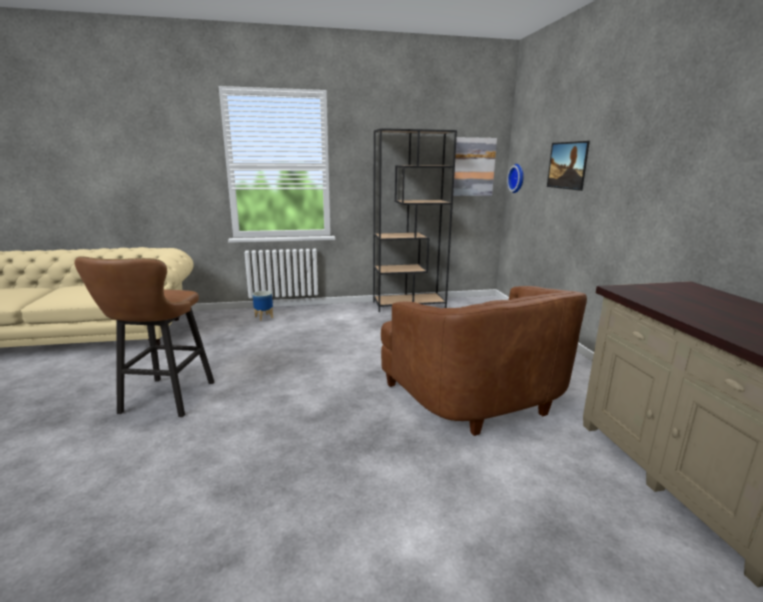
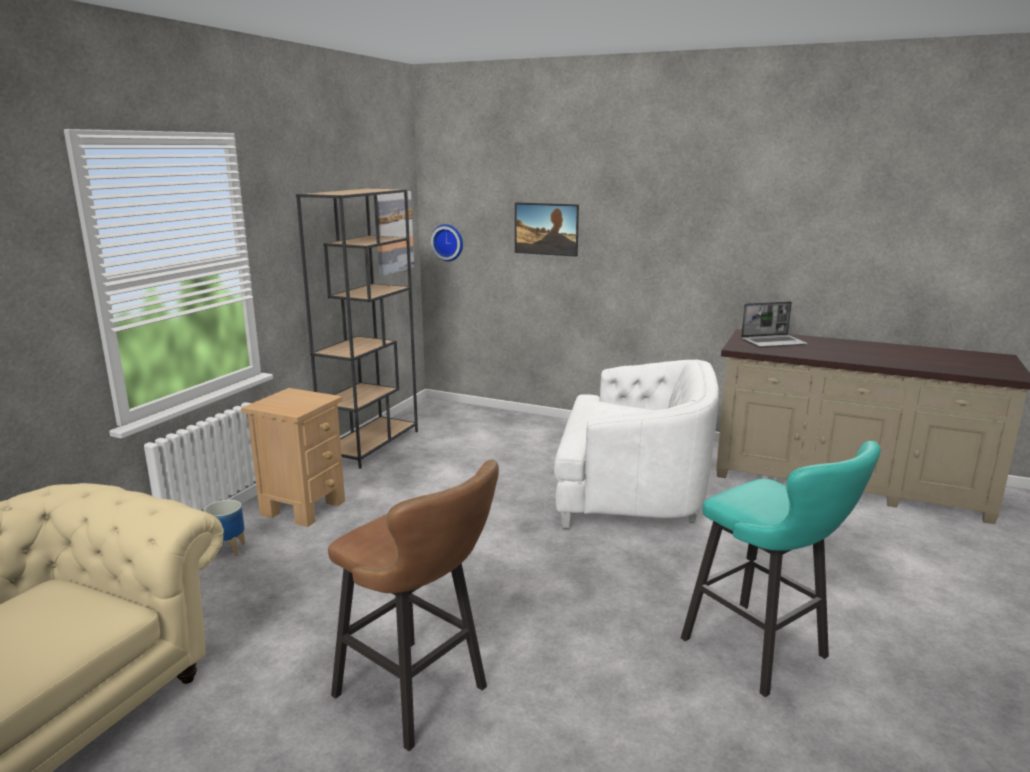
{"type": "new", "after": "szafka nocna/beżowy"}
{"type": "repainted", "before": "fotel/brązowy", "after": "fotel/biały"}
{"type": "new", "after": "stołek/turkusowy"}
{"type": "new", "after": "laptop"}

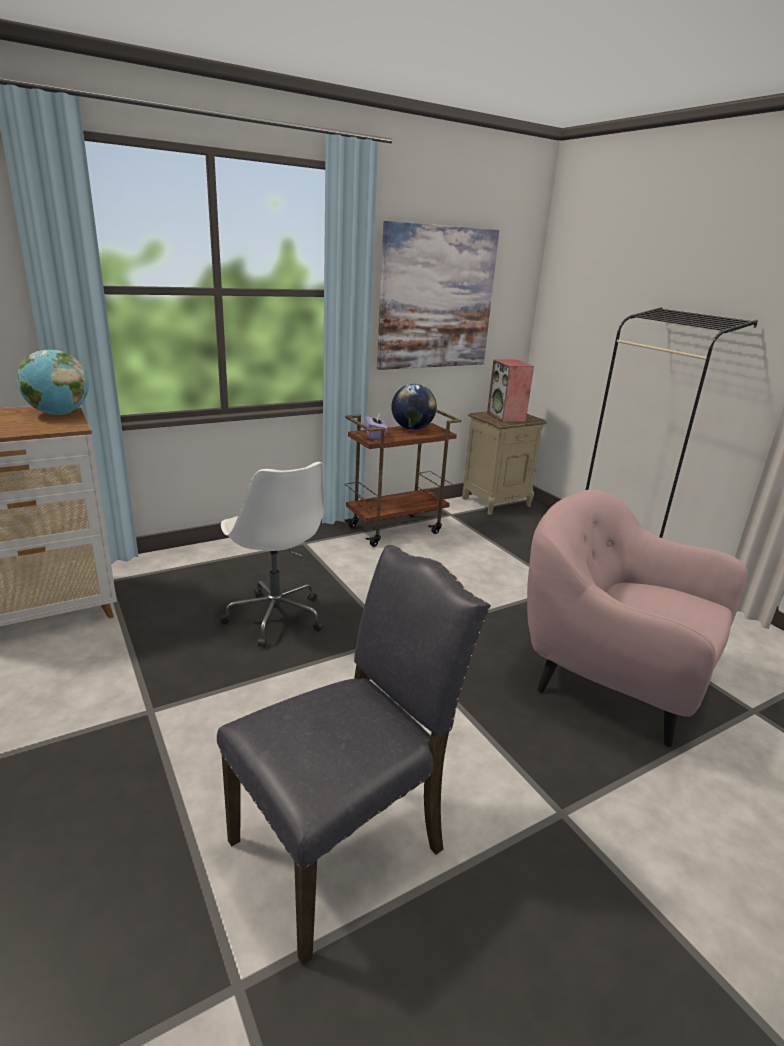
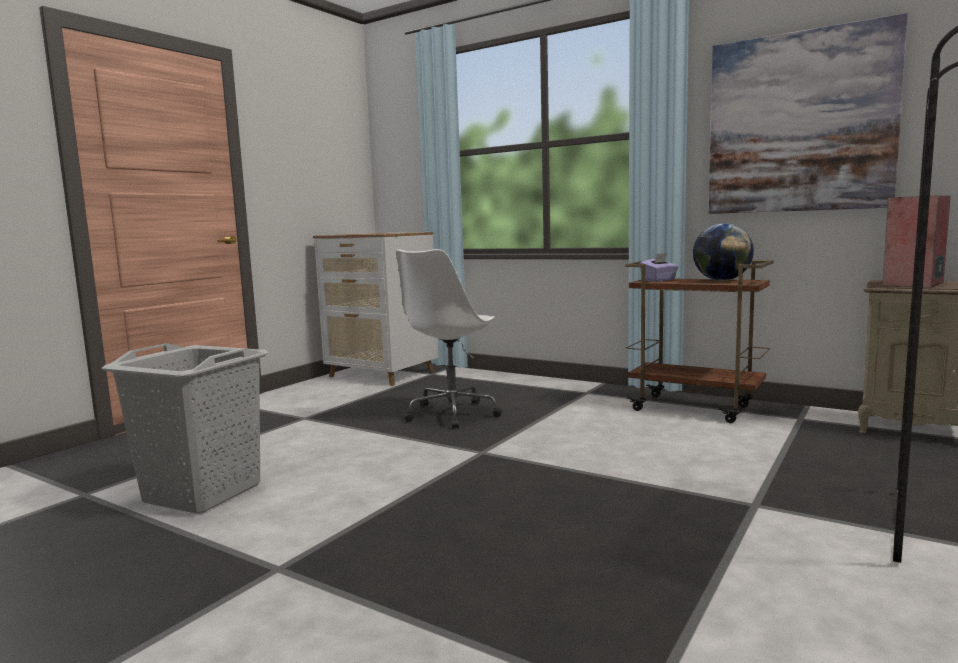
{"type": "swapped", "before": "krzesło/szary", "after": "kosz na pranie/szary"}
{"type": "gone", "before": "globus (no. 1 from left)"}
{"type": "gone", "before": "fotel/różowy"}

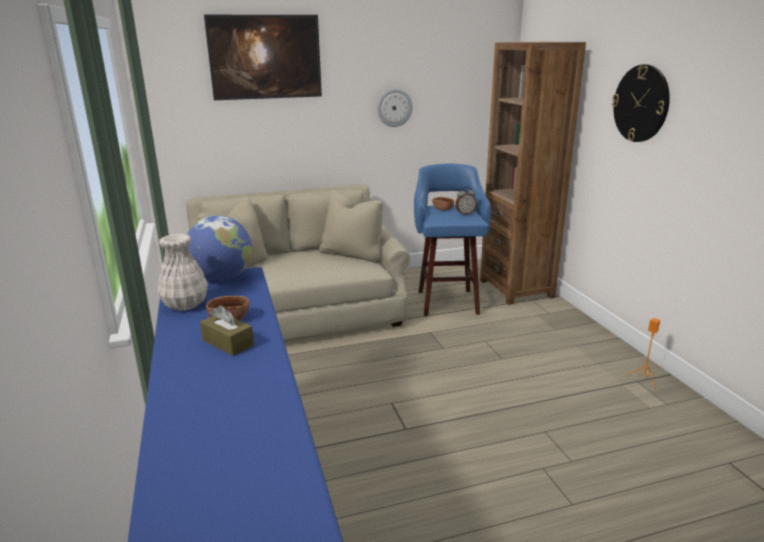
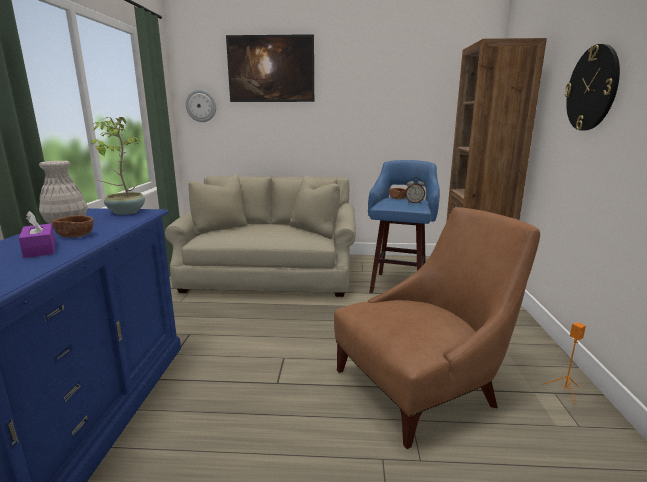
{"type": "repainted", "before": "pudełko chusteczek/brązowy", "after": "pudełko chusteczek/fioletowy"}
{"type": "swapped", "before": "globus", "after": "roślina doniczkowa"}
{"type": "shifted", "before": "zegar ścienny (no. 1 from left)"}
{"type": "new", "after": "fotel/brązowy"}

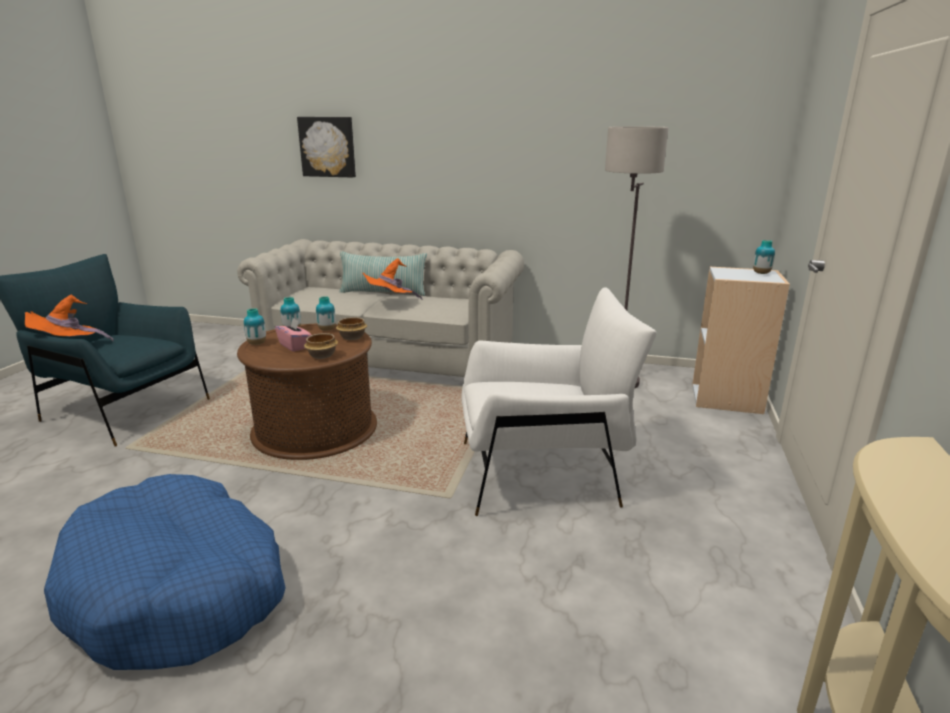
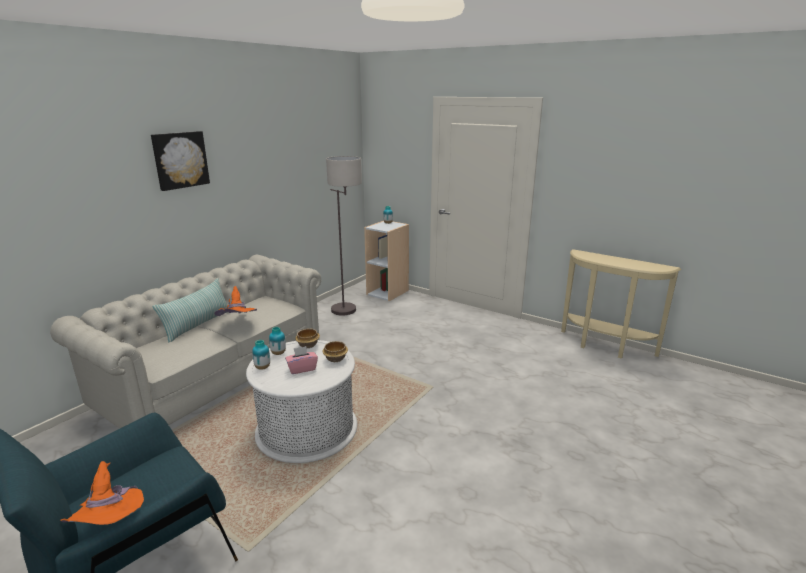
{"type": "shifted", "before": "obraz"}
{"type": "repainted", "before": "ława/brązowy", "after": "ława/biały"}
{"type": "gone", "before": "legowisko/niebieski"}
{"type": "gone", "before": "wazon (no. 1 from left)"}
{"type": "gone", "before": "fotel/biały"}

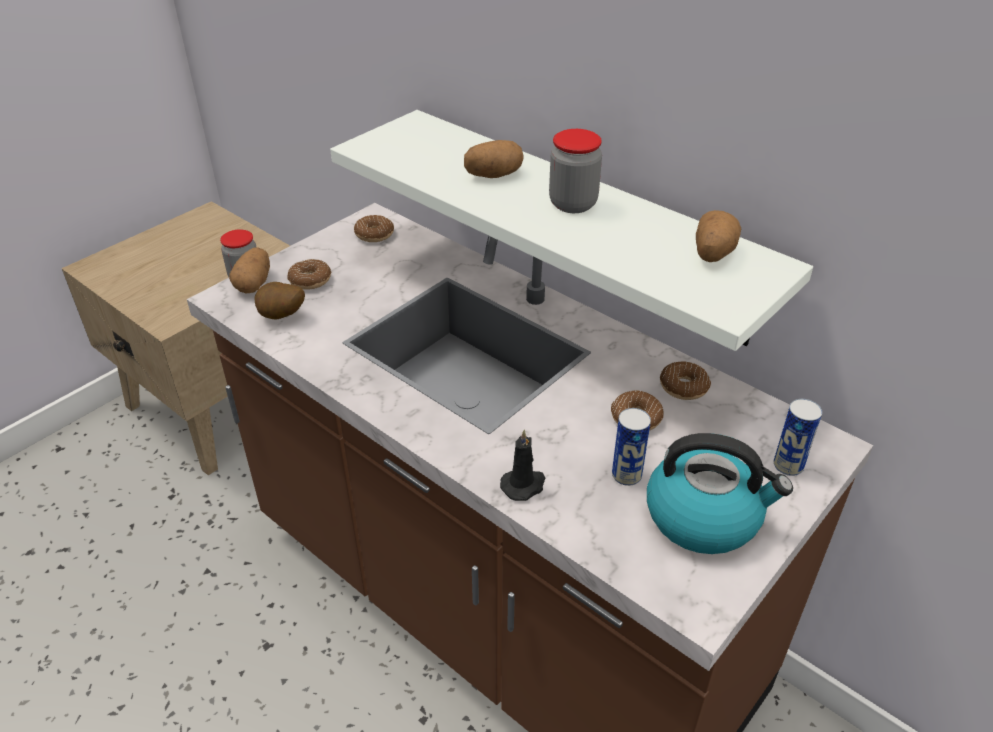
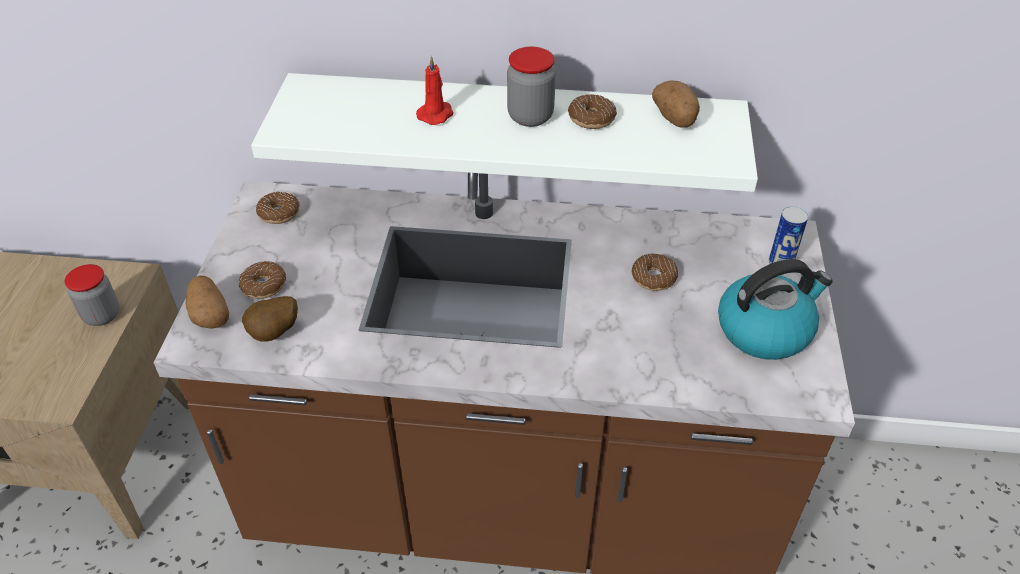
{"type": "swapped", "before": "ziemniak (no. 3 from left)", "after": "świeca/czerwony"}
{"type": "shifted", "before": "donut (no. 4 from left in the first image)", "after": "donut (no. 3 from left)"}
{"type": "gone", "before": "świeca/czarny"}
{"type": "gone", "before": "puszka (no. 1 from left)"}

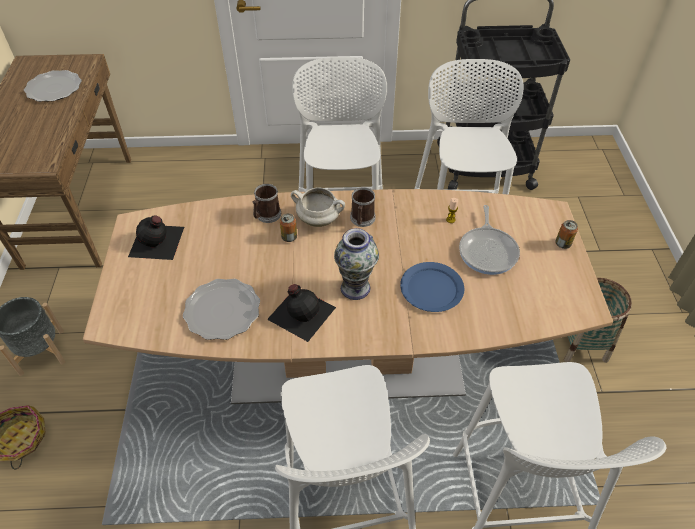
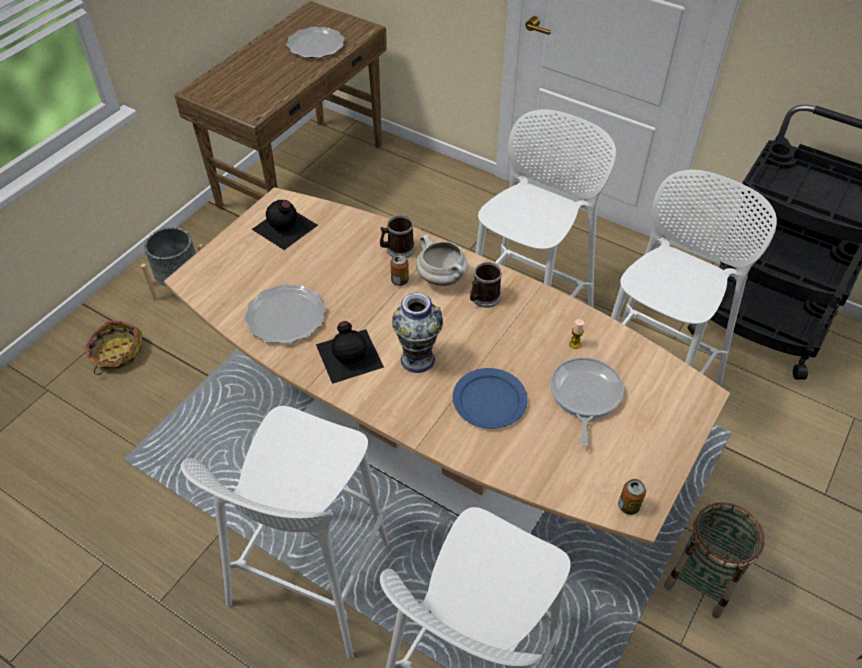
{"type": "rotated", "before": "patelnia", "turn": 150}
{"type": "shifted", "before": "puszka (no. 2 from left)"}

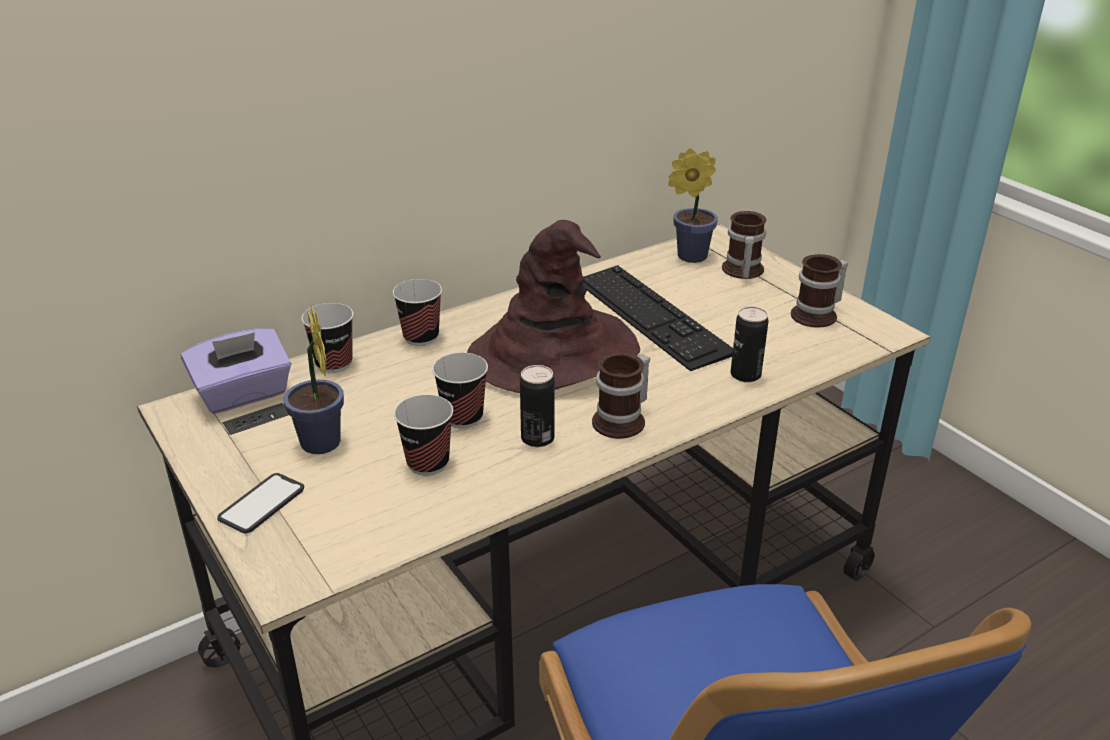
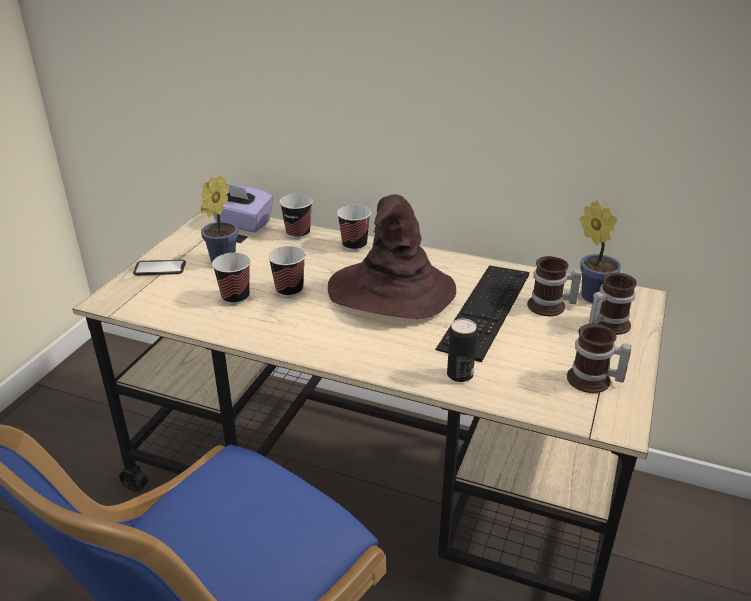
{"type": "shifted", "before": "kubek (no. 1 from left)"}
{"type": "gone", "before": "puszka (no. 1 from left)"}

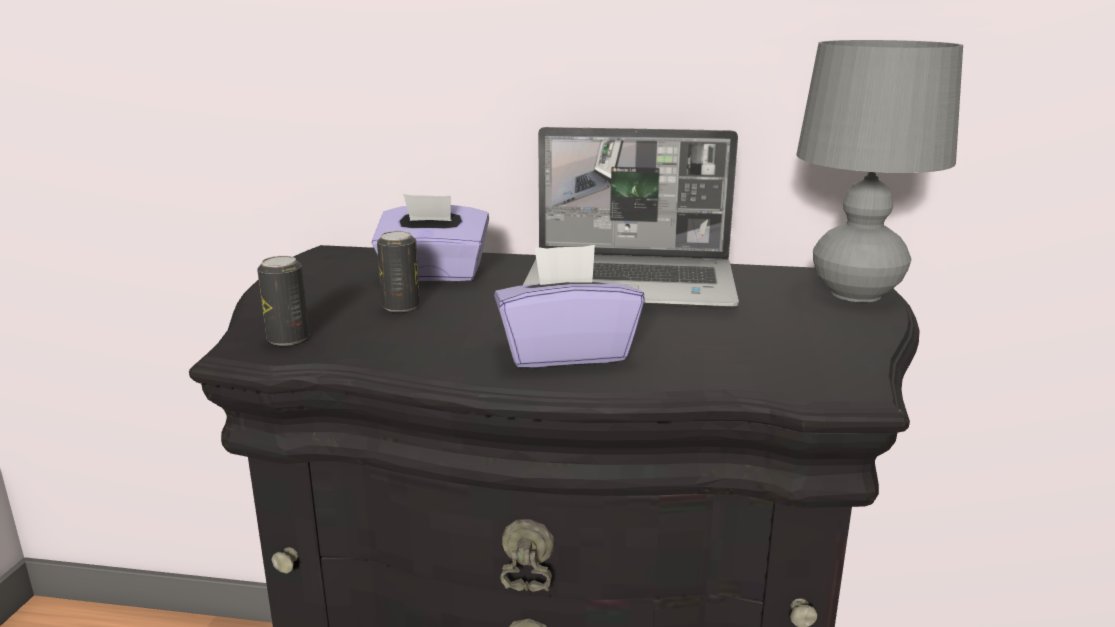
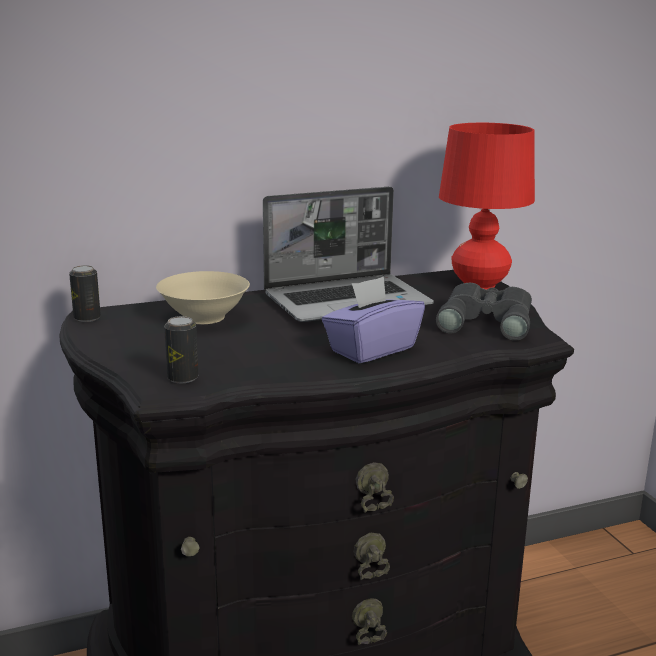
{"type": "shifted", "before": "puszka (no. 2 from left in the first image)", "after": "puszka (no. 1 from left)"}
{"type": "swapped", "before": "pudełko chusteczek/fioletowy (no. 1 from left)", "after": "miska/beżowy"}
{"type": "new", "after": "lornetka/szary"}
{"type": "repainted", "before": "lampa stołowa/szary", "after": "lampa stołowa/czerwony"}

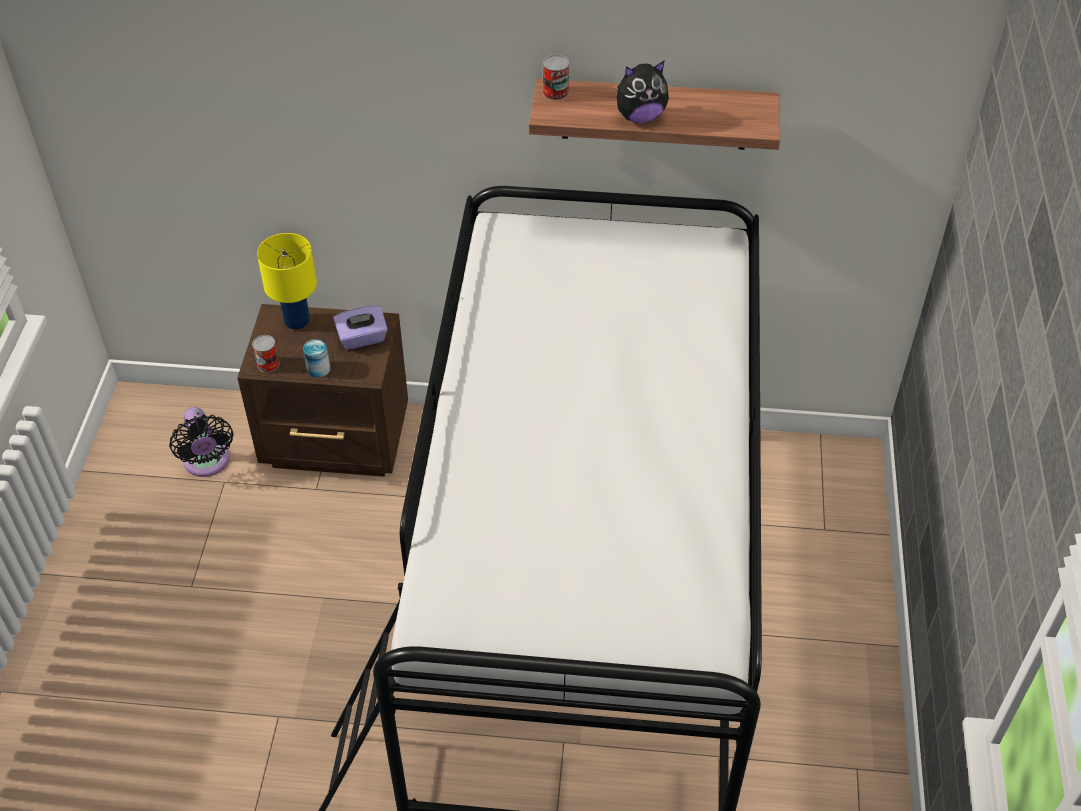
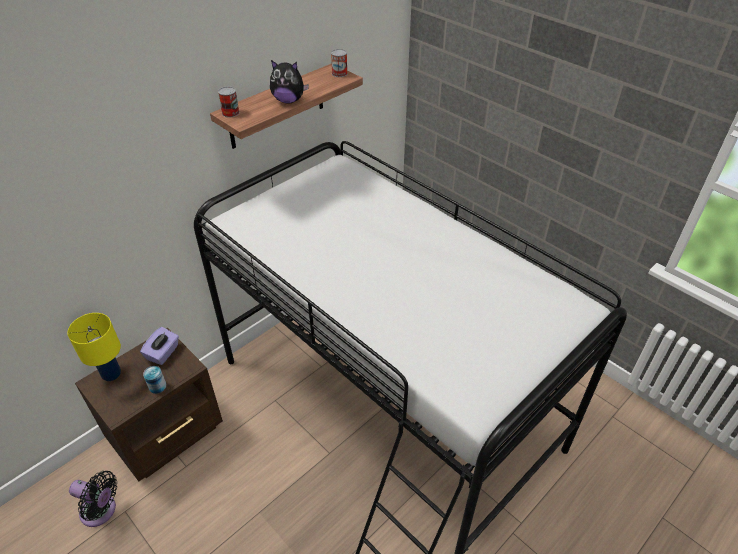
{"type": "rotated", "before": "pluszak", "turn": 75}
{"type": "shifted", "before": "puszka (no. 1 from left in the first image)", "after": "puszka (no. 3 from left)"}

